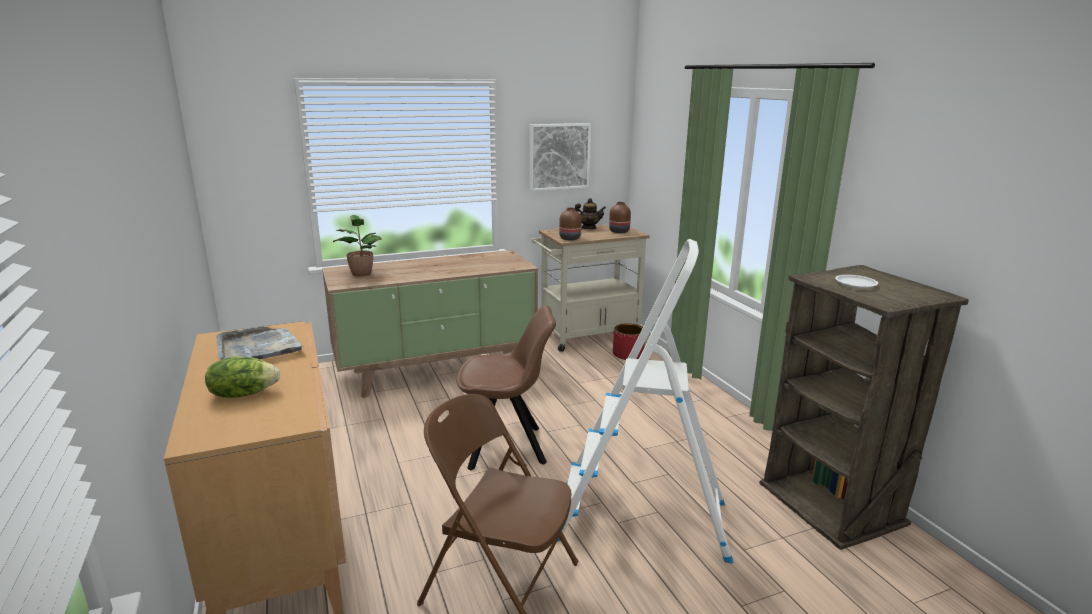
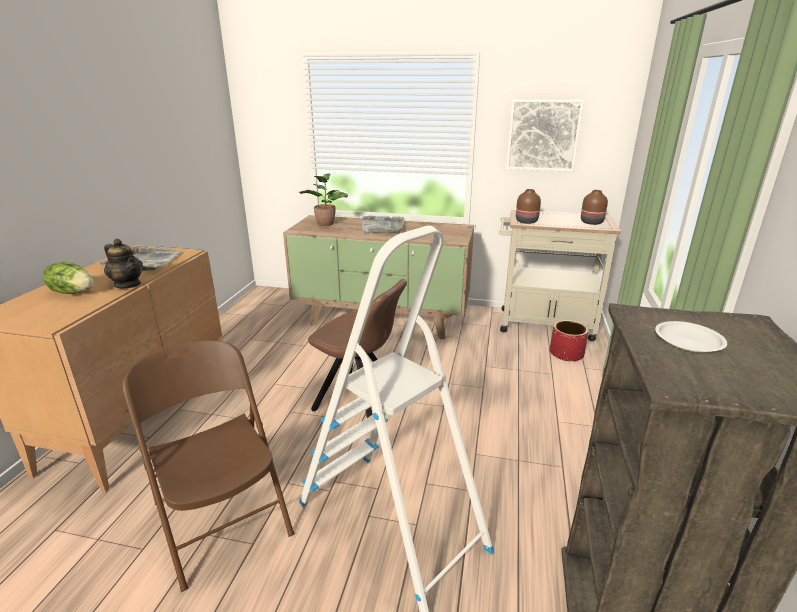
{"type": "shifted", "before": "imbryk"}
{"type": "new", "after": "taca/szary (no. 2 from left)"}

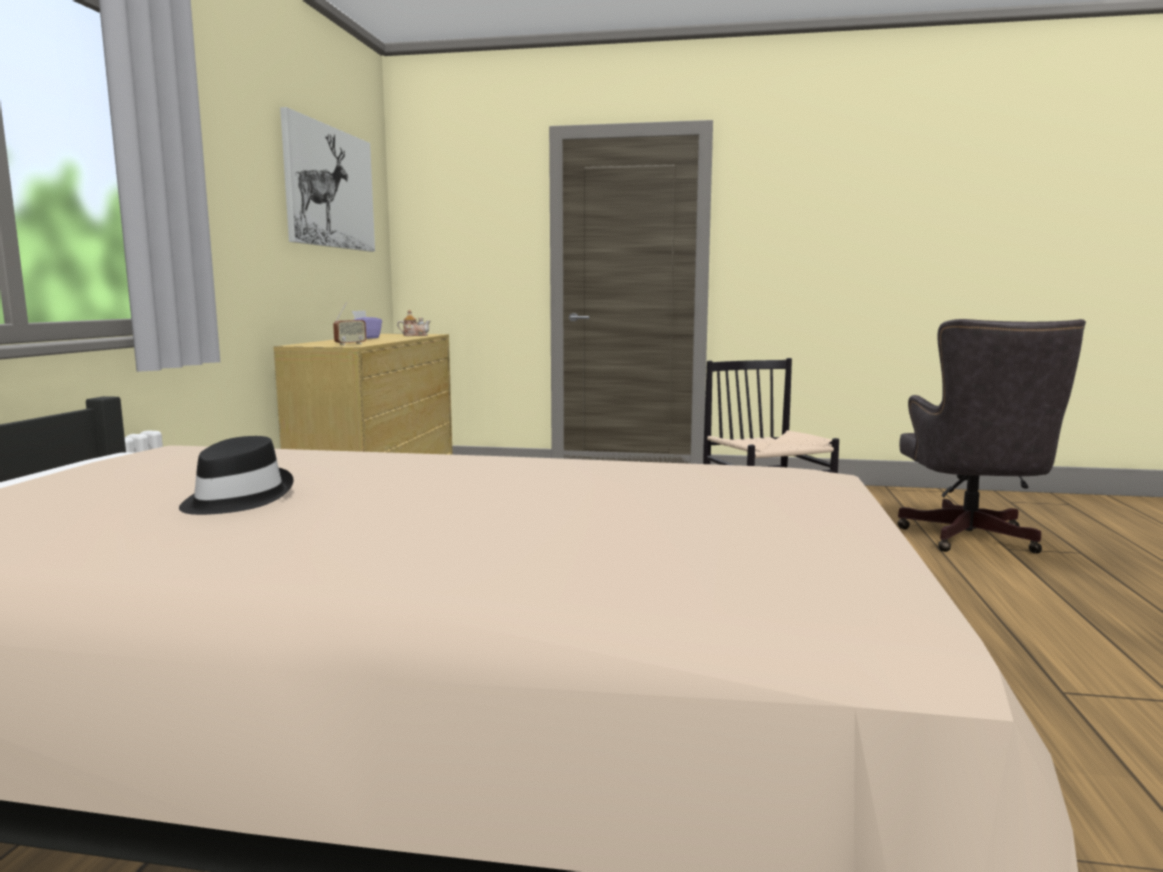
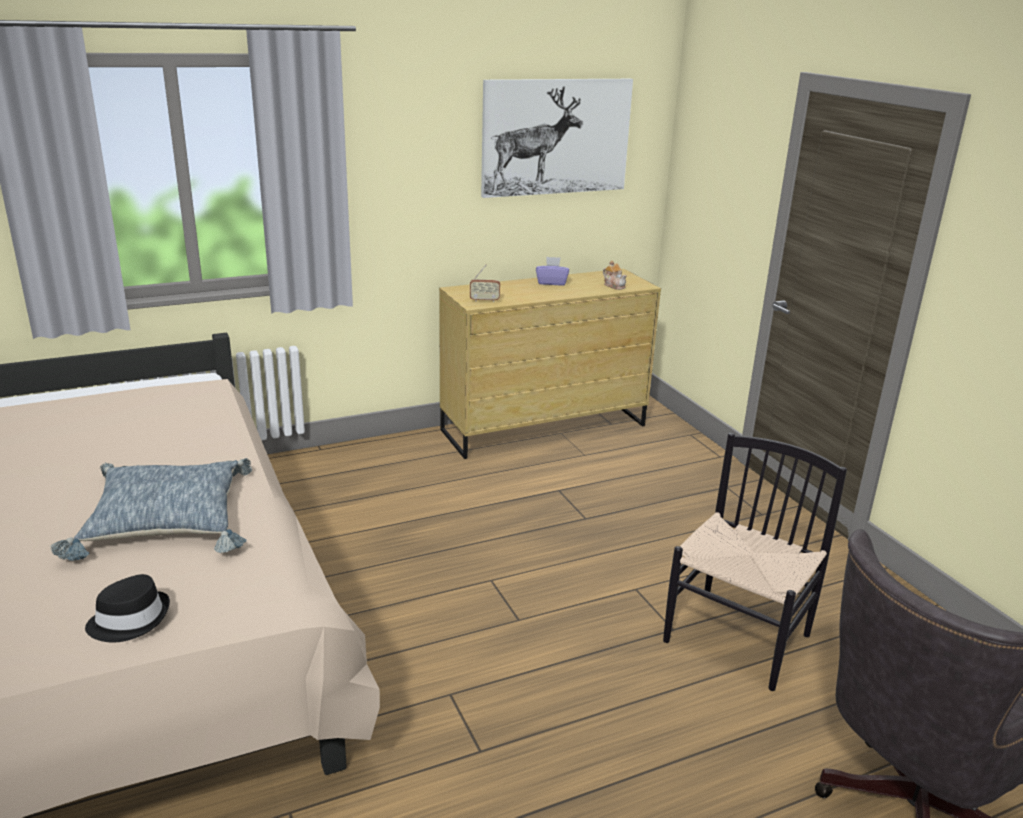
{"type": "new", "after": "poduszka"}
{"type": "shifted", "before": "kapelusz/czarny"}

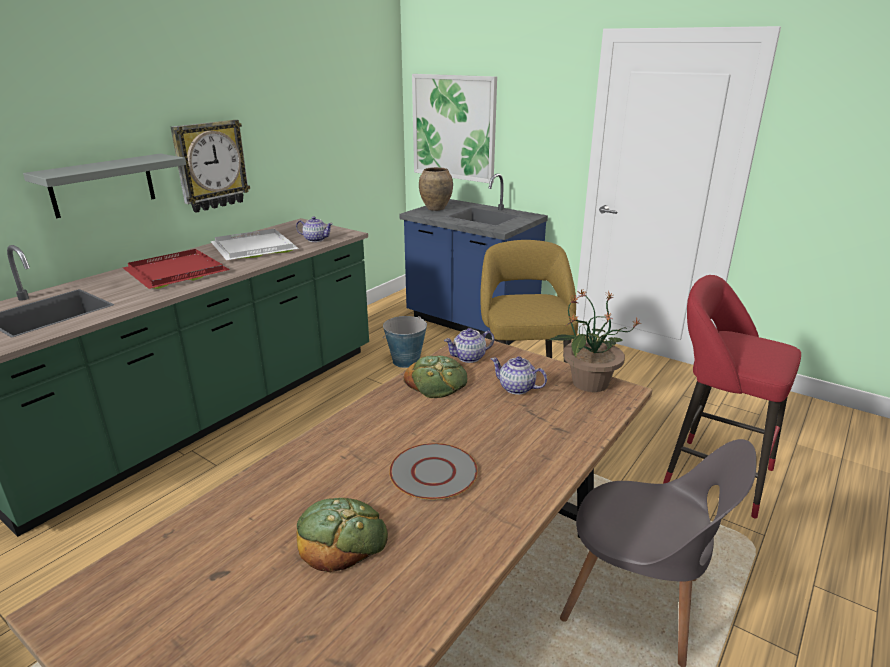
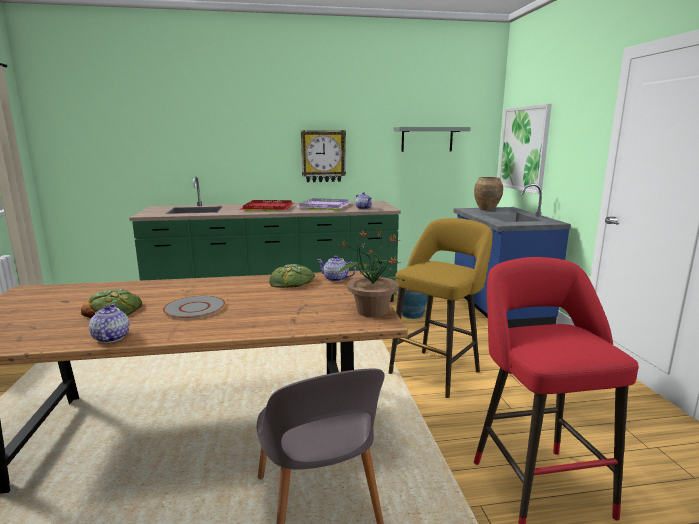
{"type": "shifted", "before": "imbryk (no. 3 from left in the first image)", "after": "imbryk (no. 1 from left)"}
{"type": "repainted", "before": "taca/biały", "after": "taca/fioletowy"}
{"type": "shifted", "before": "półka/szary"}

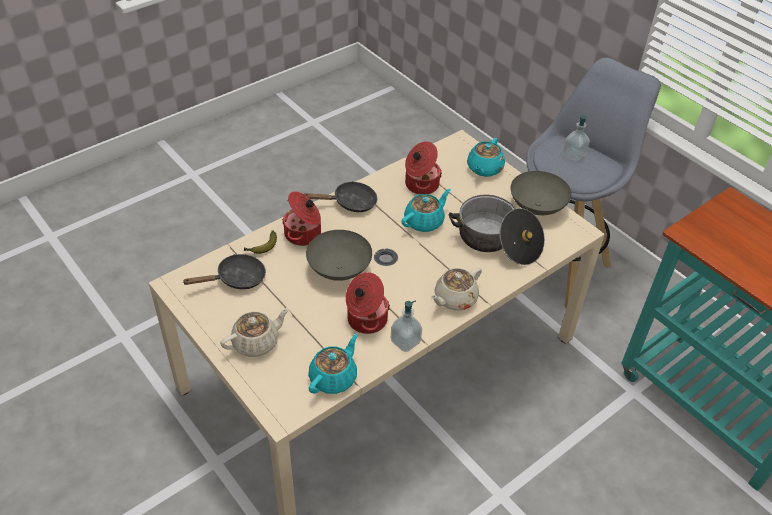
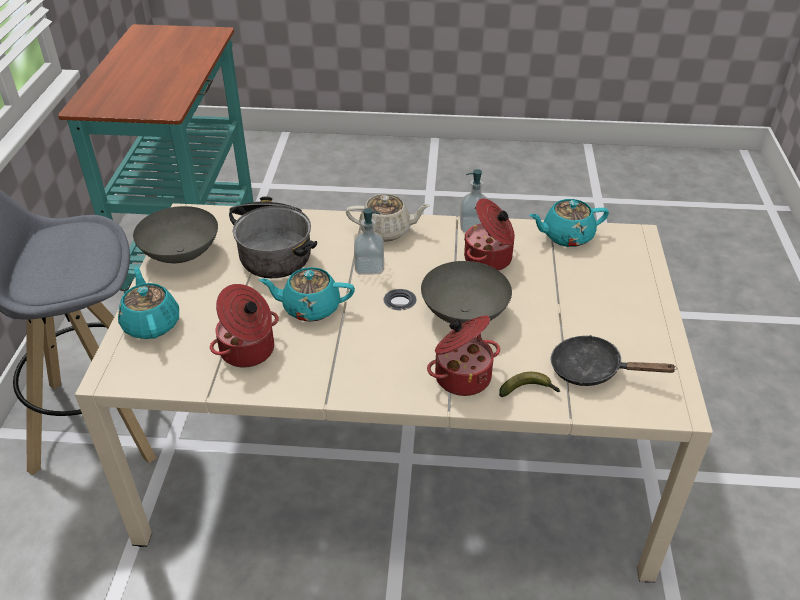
{"type": "rotated", "before": "imbryk/turkusowy (no. 3 from left in the first image)", "turn": -90}
{"type": "shifted", "before": "dozownik mydła (no. 2 from left in the first image)", "after": "dozownik mydła (no. 1 from left)"}
{"type": "gone", "before": "imbryk/beżowy (no. 1 from left)"}
{"type": "gone", "before": "patelnia/czarny (no. 2 from left)"}

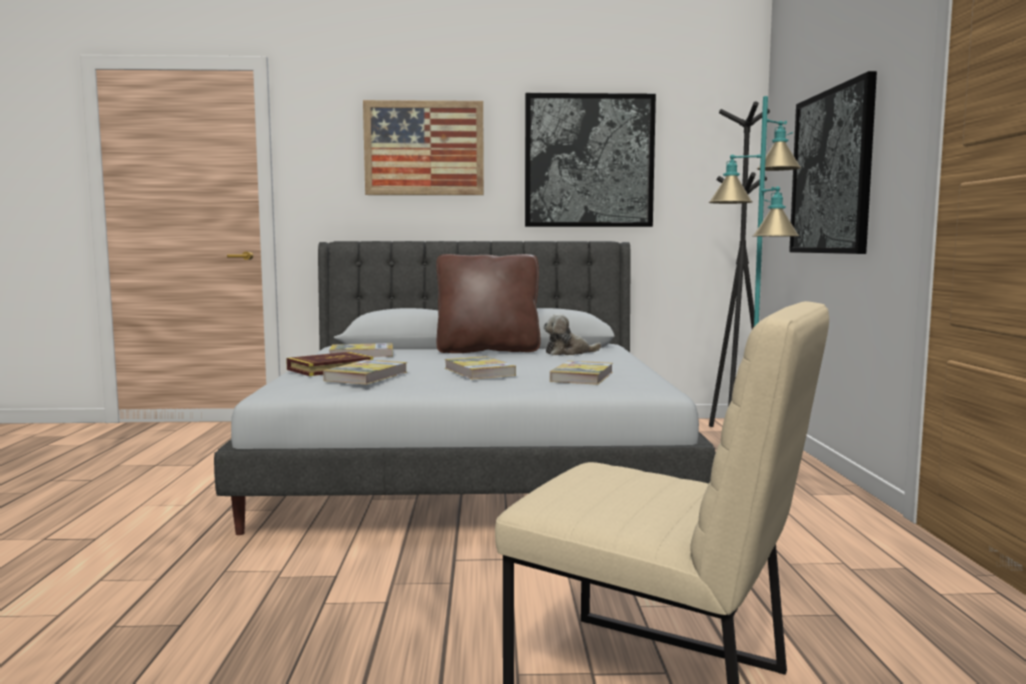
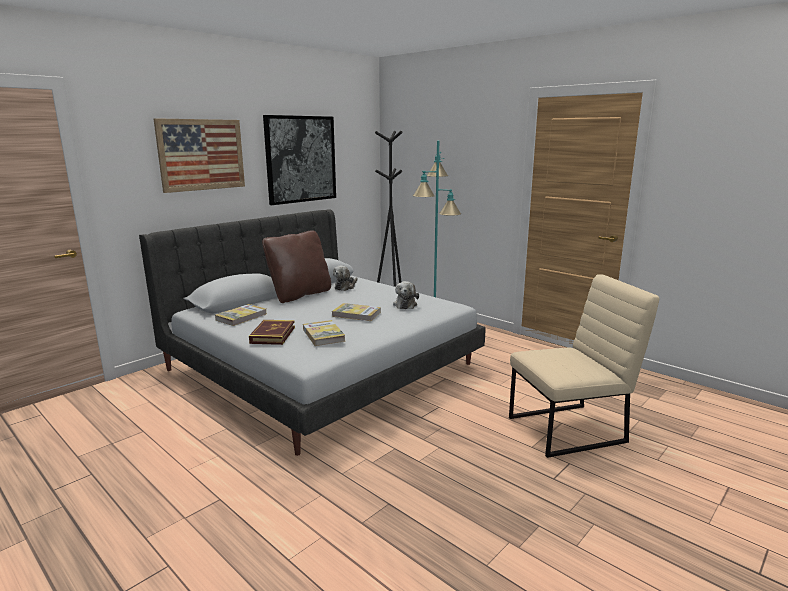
{"type": "swapped", "before": "książka (no. 5 from left)", "after": "pluszak (no. 2 from left)"}
{"type": "gone", "before": "obraz (no. 3 from left)"}

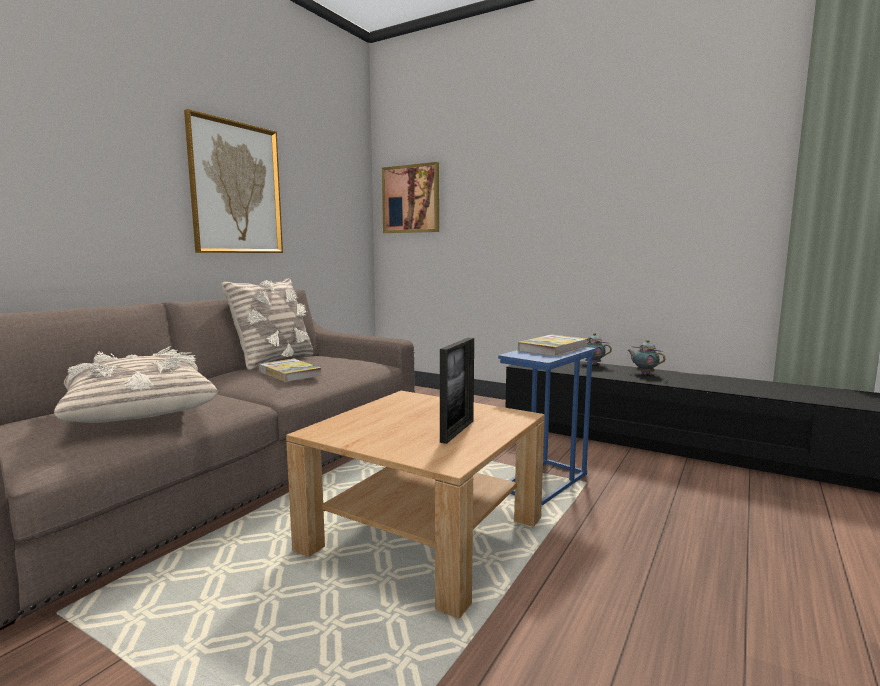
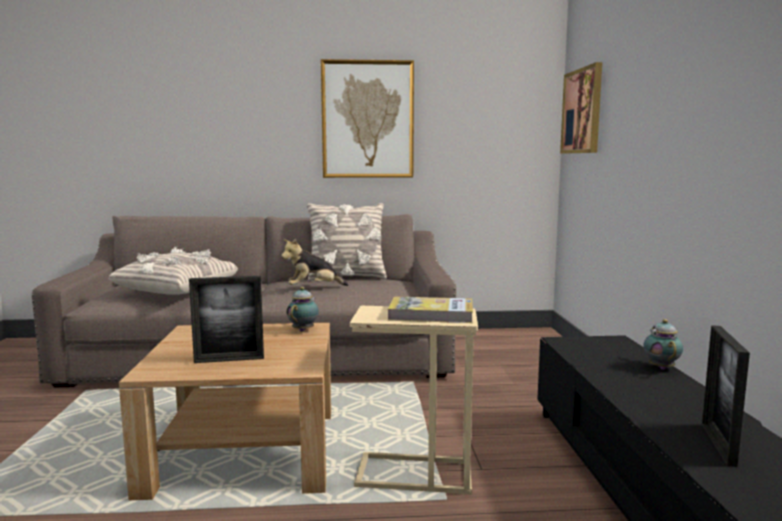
{"type": "swapped", "before": "książka (no. 1 from left)", "after": "pluszak"}
{"type": "shifted", "before": "imbryk (no. 2 from left in the first image)", "after": "imbryk (no. 1 from left)"}
{"type": "repainted", "before": "stolik/niebieski", "after": "stolik/beżowy"}
{"type": "new", "after": "ramka na zdjęcie (no. 2 from left)"}

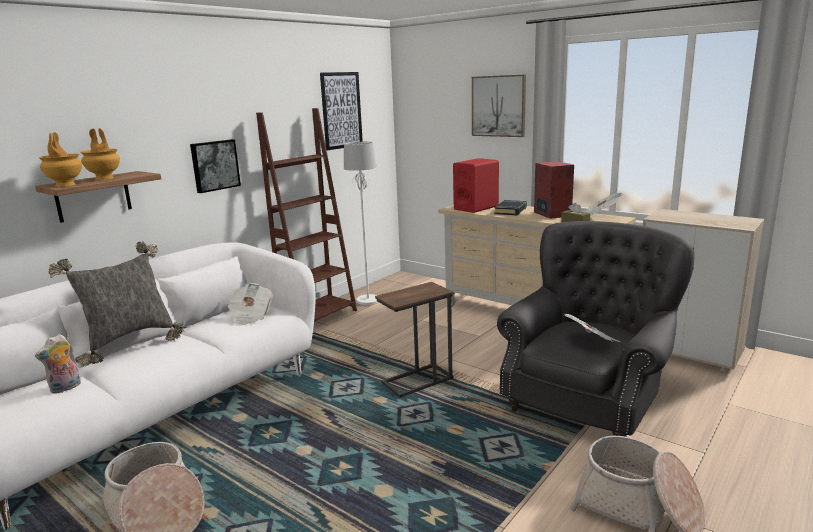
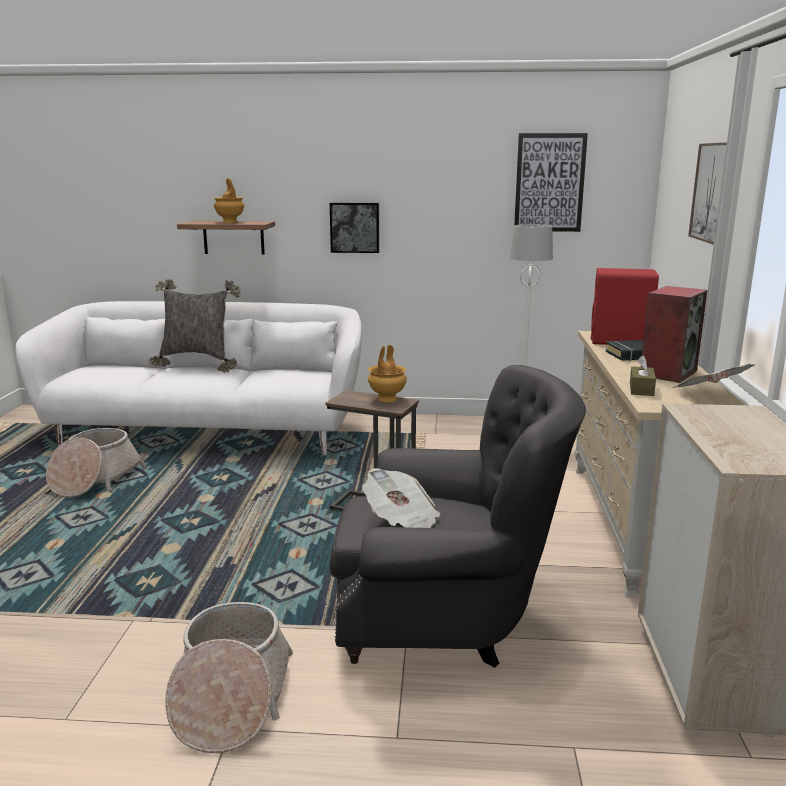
{"type": "shifted", "before": "wazon/brązowy (no. 1 from left in the first image)", "after": "wazon/brązowy (no. 2 from left)"}
{"type": "gone", "before": "pluszak"}
{"type": "gone", "before": "gazeta (no. 1 from left)"}
{"type": "gone", "before": "regał/brązowy"}

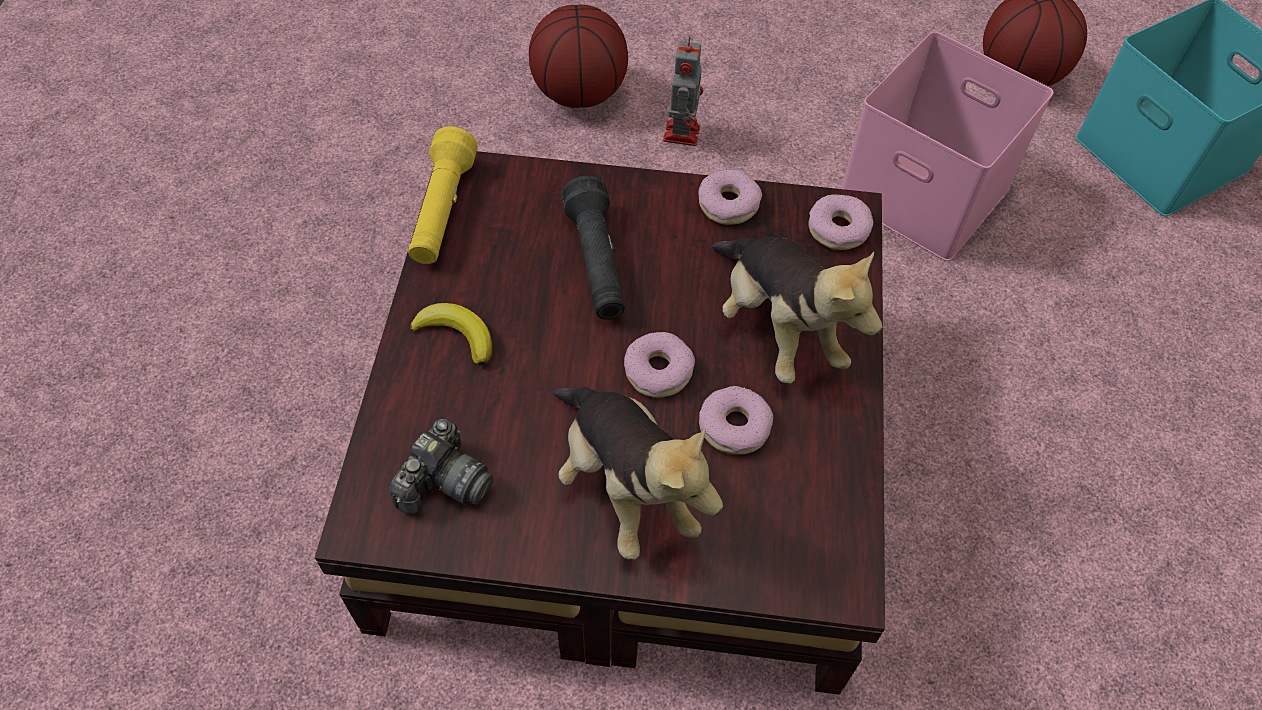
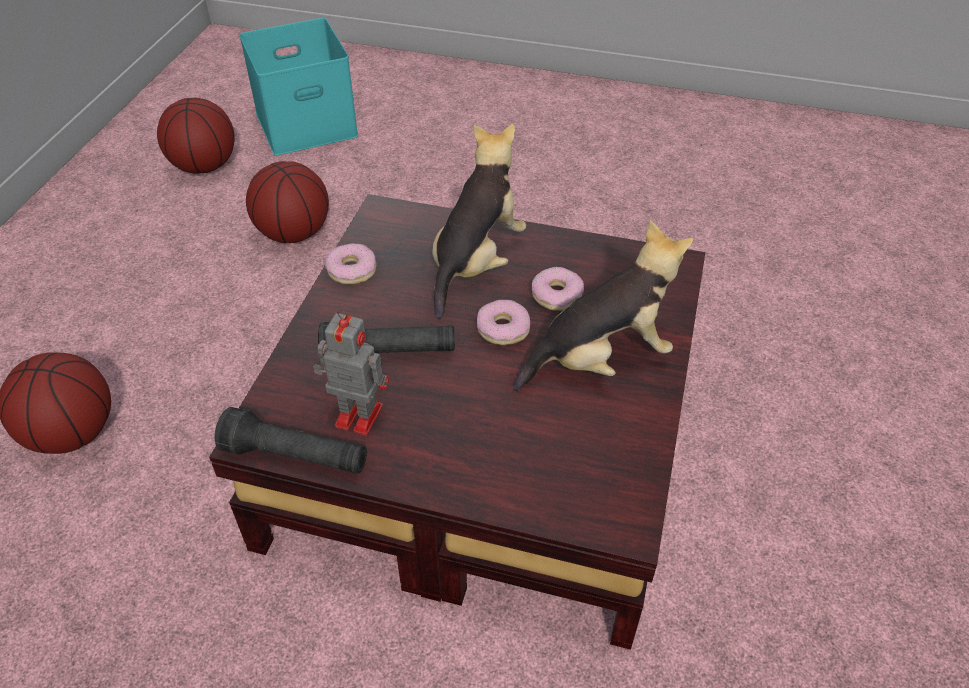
{"type": "repainted", "before": "latarka/żółty", "after": "latarka/czarny (no. 1 from left)"}
{"type": "swapped", "before": "pojemnik do przechowywania/różowy", "after": "piłka do koszykówki (no. 3 from left)"}
{"type": "shifted", "before": "robot zabawkowy"}
{"type": "rotated", "before": "pluszak (no. 2 from left in the first image)", "turn": -45}
{"type": "gone", "before": "aparat fotograficzny"}
{"type": "gone", "before": "banan"}
{"type": "gone", "before": "donut (no. 4 from left)"}

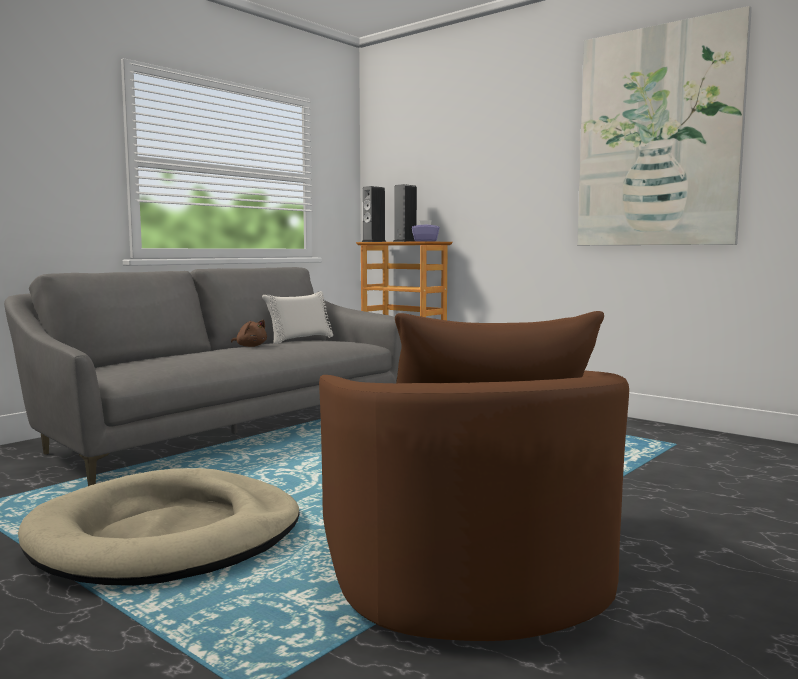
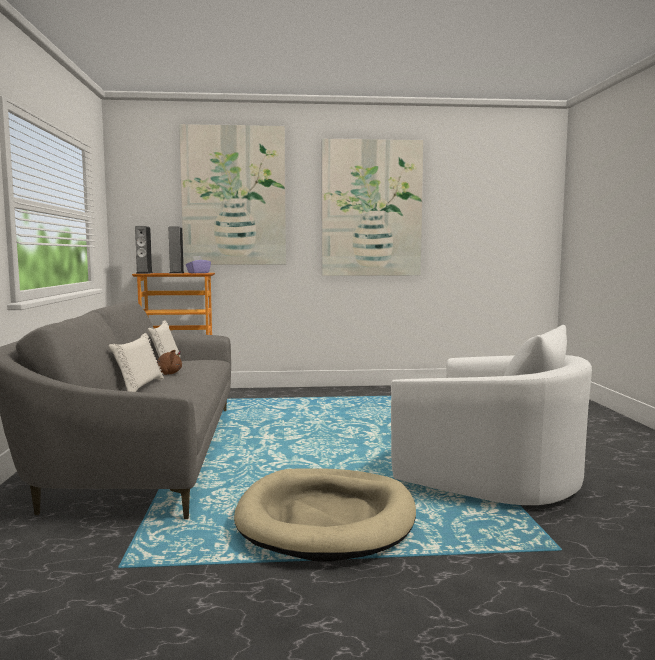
{"type": "new", "after": "poduszka/biały (no. 1 from left)"}
{"type": "new", "after": "obraz (no. 1 from left)"}
{"type": "repainted", "before": "fotel/brązowy", "after": "fotel/biały"}

